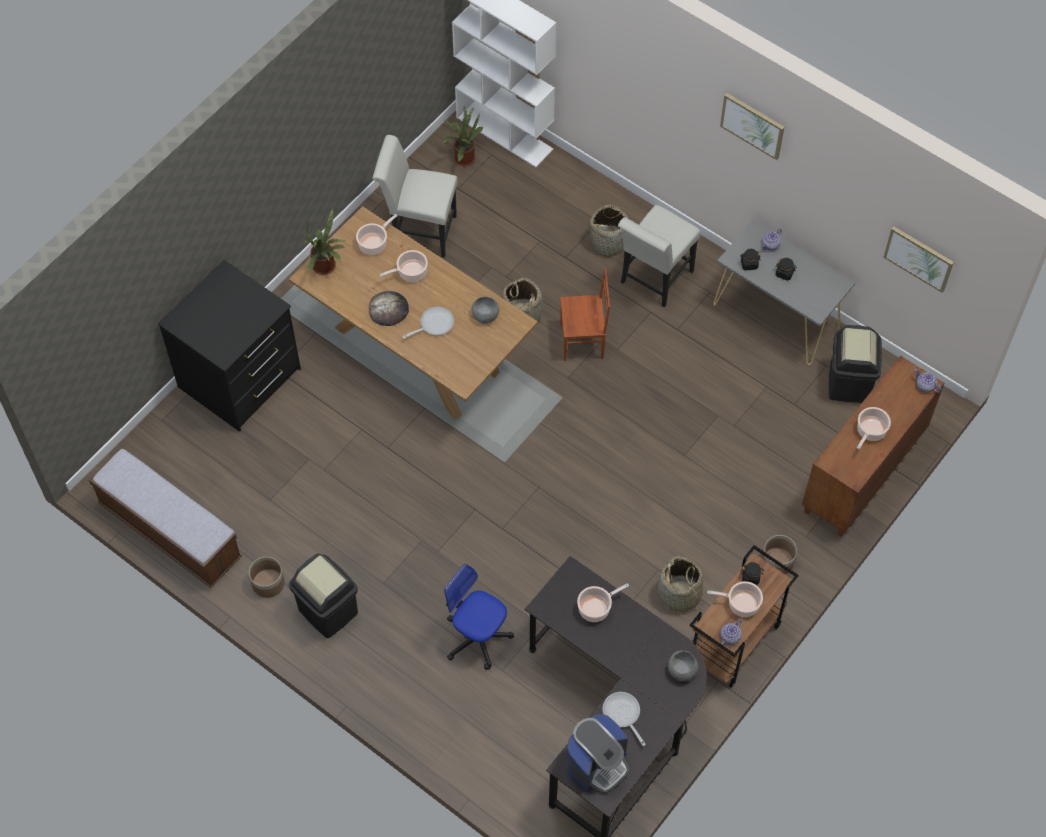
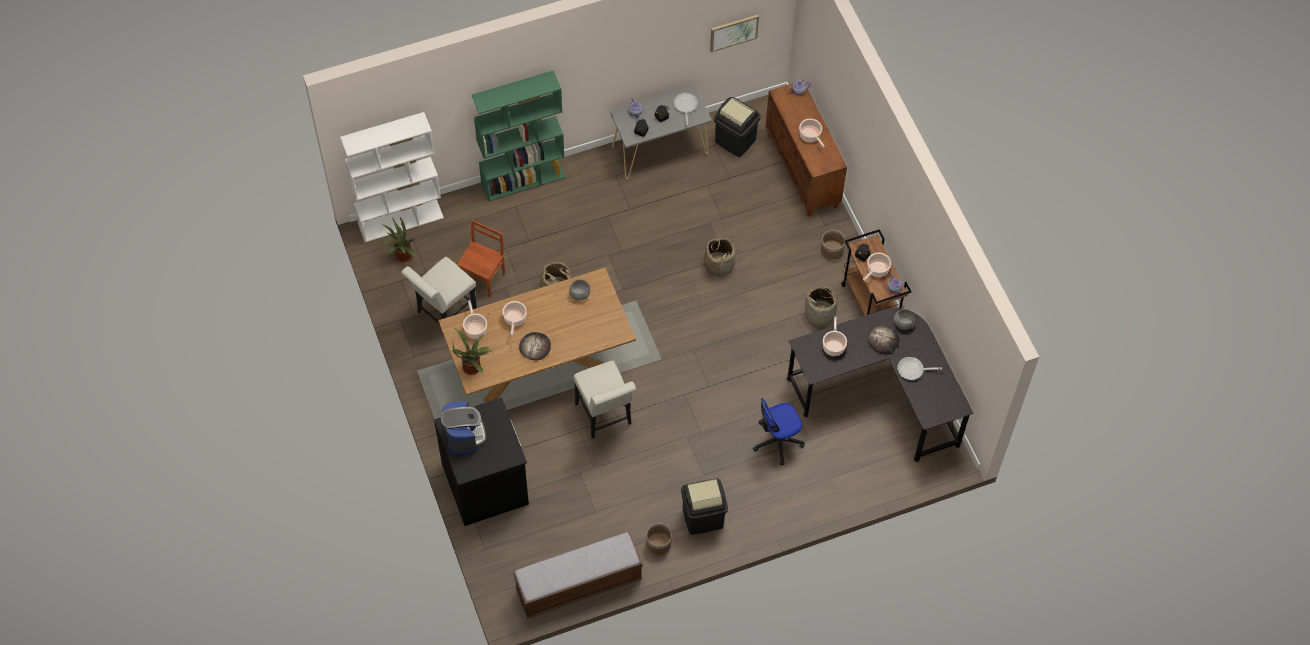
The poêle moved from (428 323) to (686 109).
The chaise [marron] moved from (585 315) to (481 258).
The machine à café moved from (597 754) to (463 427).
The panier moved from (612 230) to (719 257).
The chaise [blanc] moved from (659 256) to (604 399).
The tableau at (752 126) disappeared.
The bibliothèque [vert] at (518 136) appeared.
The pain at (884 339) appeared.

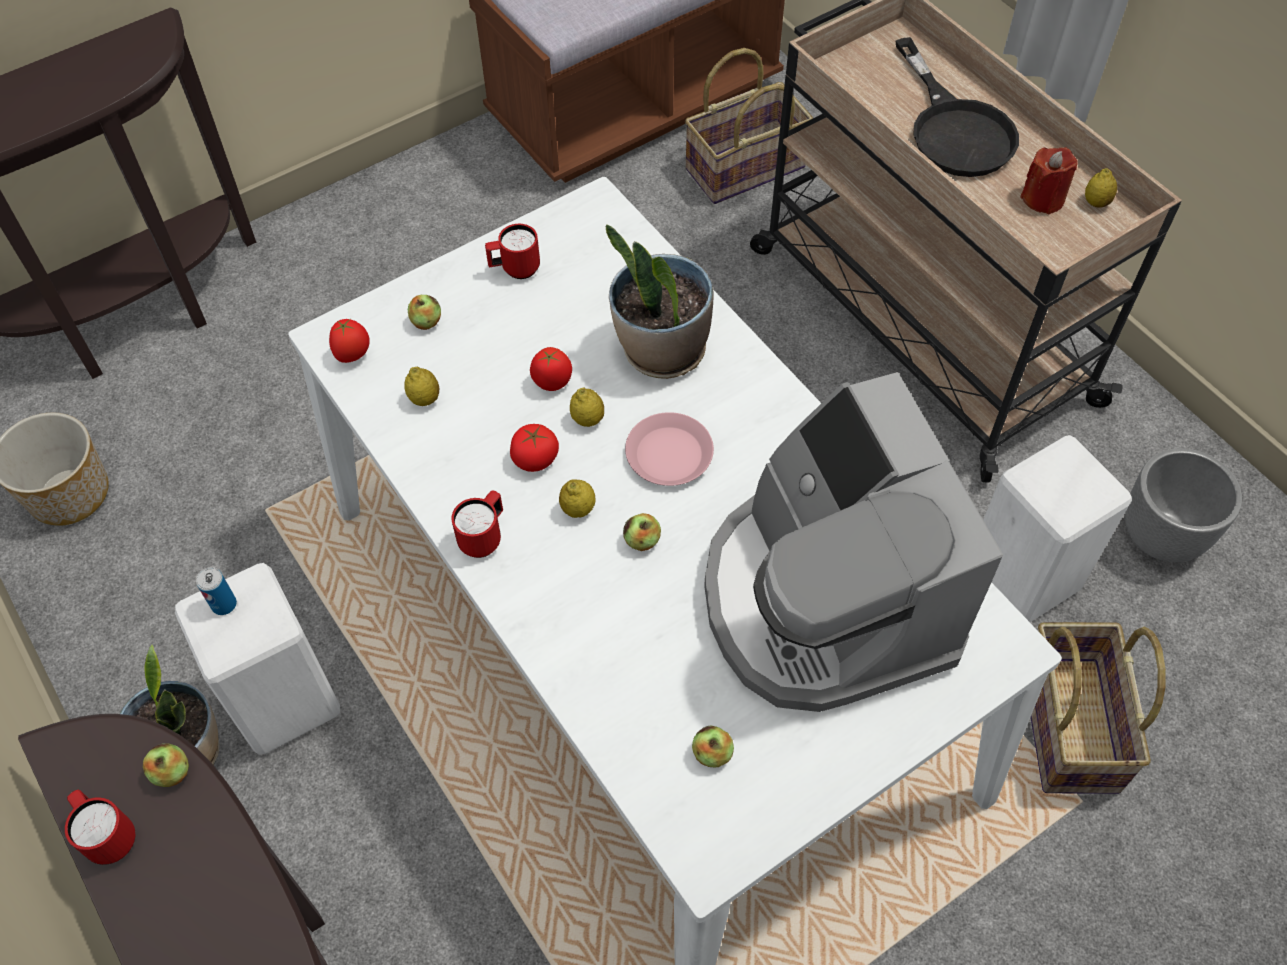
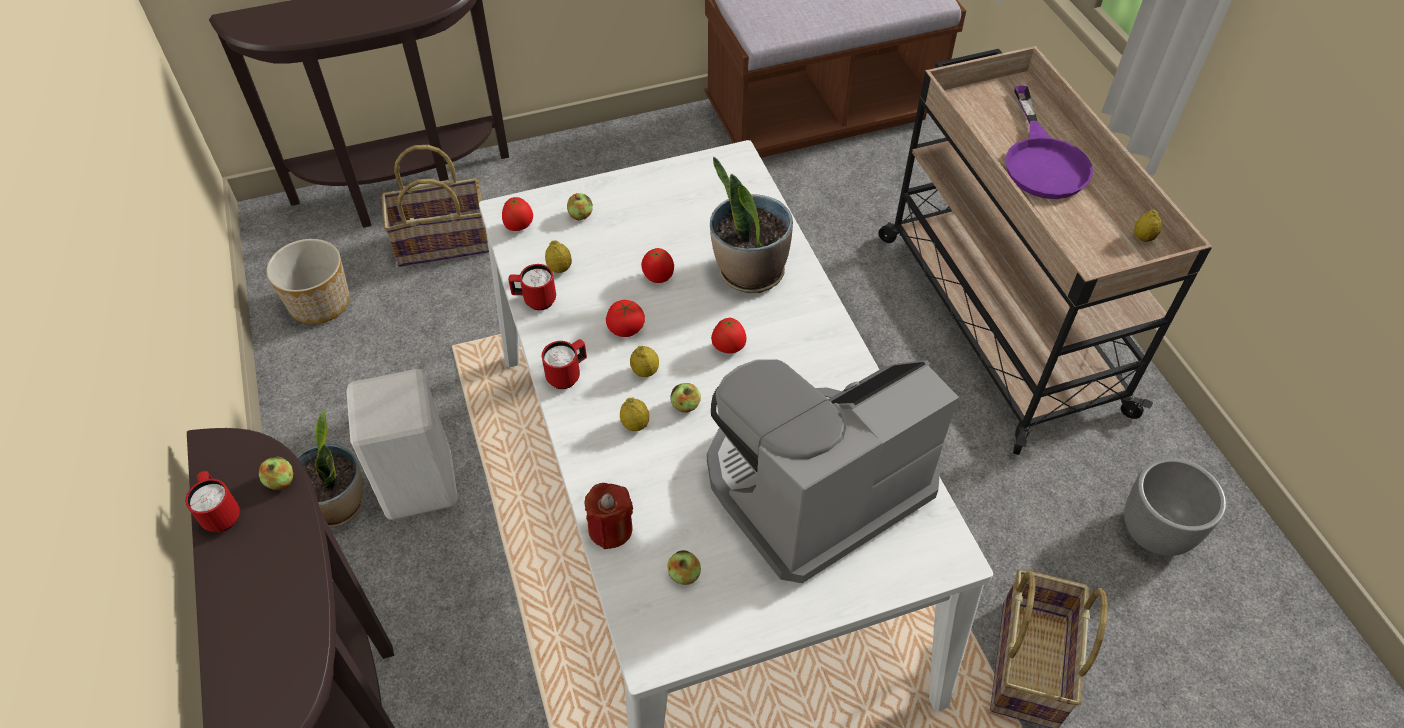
The boîte métallique at (216 591) disappeared.
The mug [rouge] moved from (512 251) to (532 287).
The citron moved from (587 407) to (634 414).
The assiette [rose] at (669 449) was replaced by the tomate at (728 336).
The panier moved from (749 126) to (435 206).
The machine à café at (853 542) turned 60 degrees clockwise.
The poêle [noir] at (957 107) became the poêle [violet] at (1049 142).
The tabouret [blanc] at (1057 528) disappeared.
The bougie [rouge] moved from (1049 180) to (608 516).

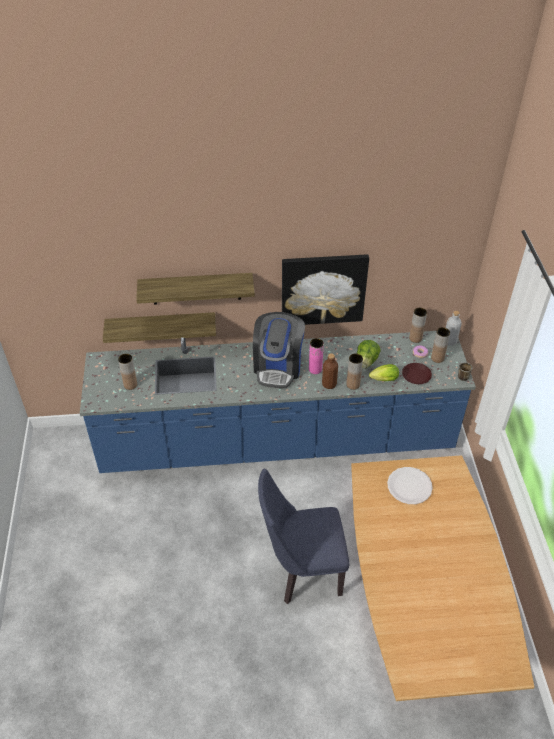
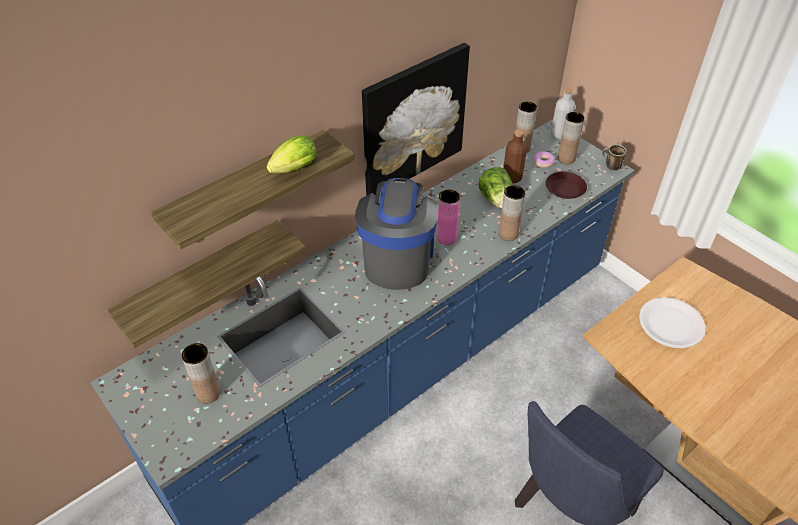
The machine à café at (279 350) turned 150 degrees counterclockwise.
The bouteille [marron] moved from (330 371) to (515 156).
The laitue moved from (384 372) to (291 154).

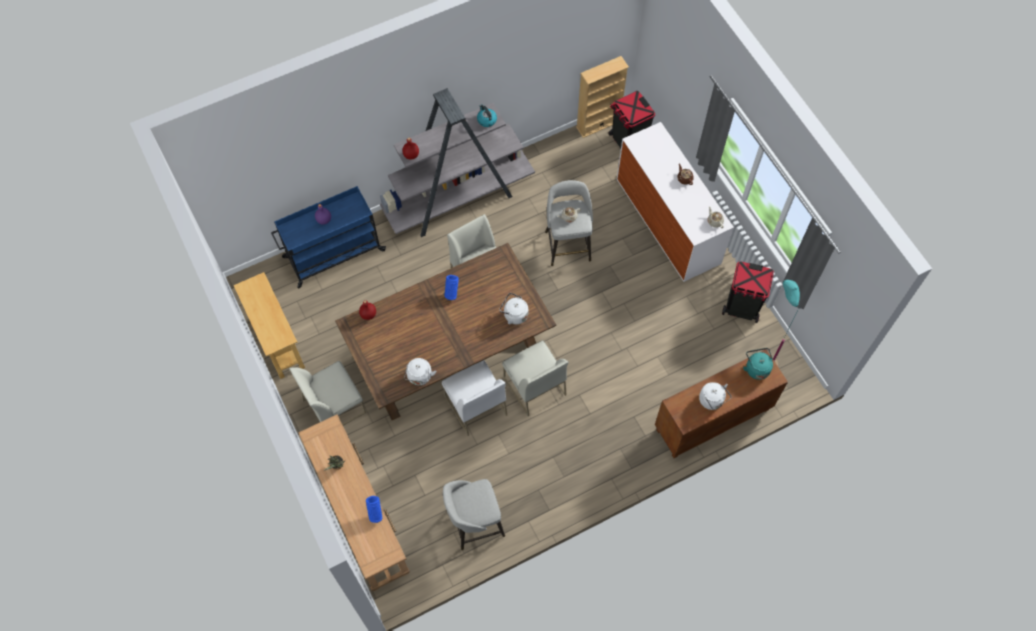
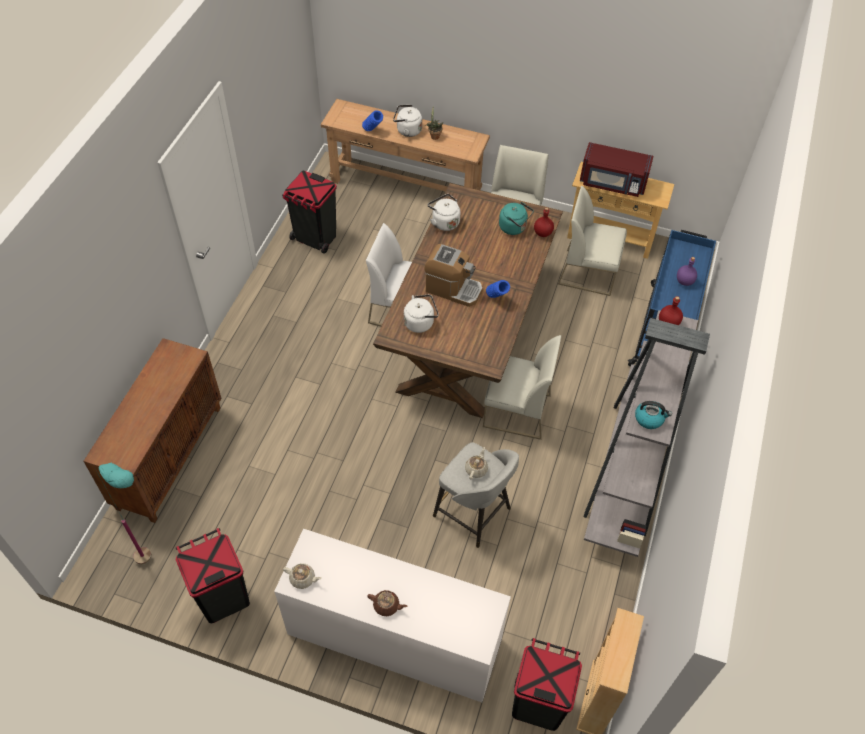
The tabouret [gris] at (474 514) was replaced by the poubelle [noir] at (309 212).
The chaise [blanc] moved from (535 378) to (592 241).
The bouilloire [blanc] moved from (715 396) to (407 121).
The bouilloire [turquoise] moved from (758 364) to (516 218).
The machine à café at (453 275) appeared.
The micro-ondes [rouge] at (617 169) appeared.

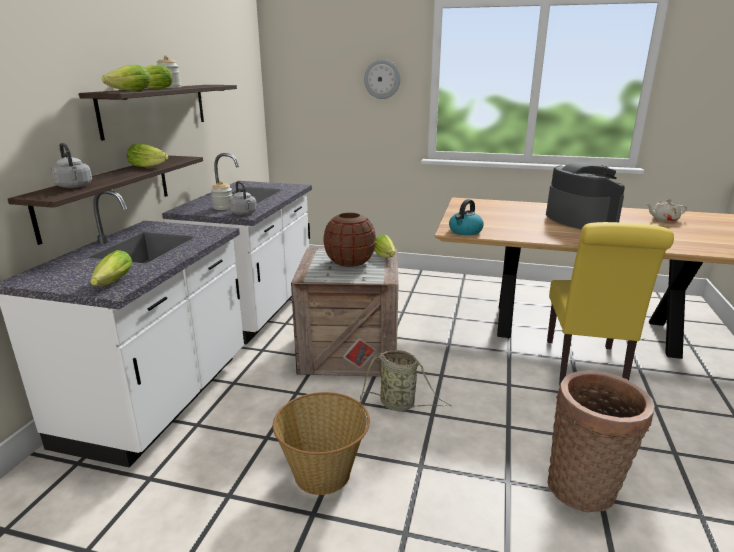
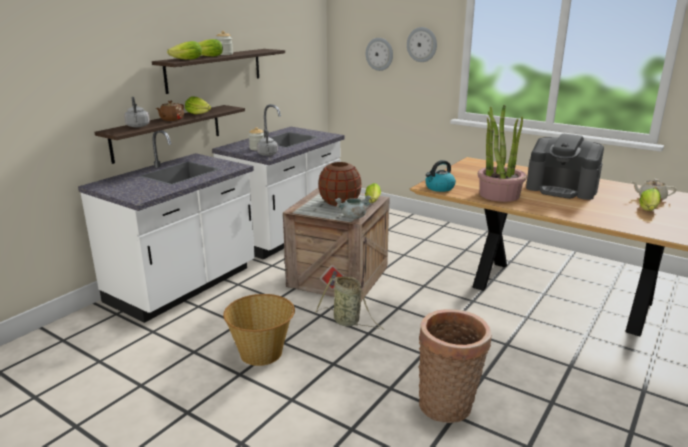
The laitue moved from (111 268) to (650 199).
The machine à café at (585 195) turned 120 degrees clockwise.
The chaise [jaune] at (610 303) disappeared.
The théière [marron] at (170 111) appeared.
The marmite [gris] at (353 207) appeared.
The horloge murale at (379 54) appeared.
The plante en pot at (502 153) appeared.

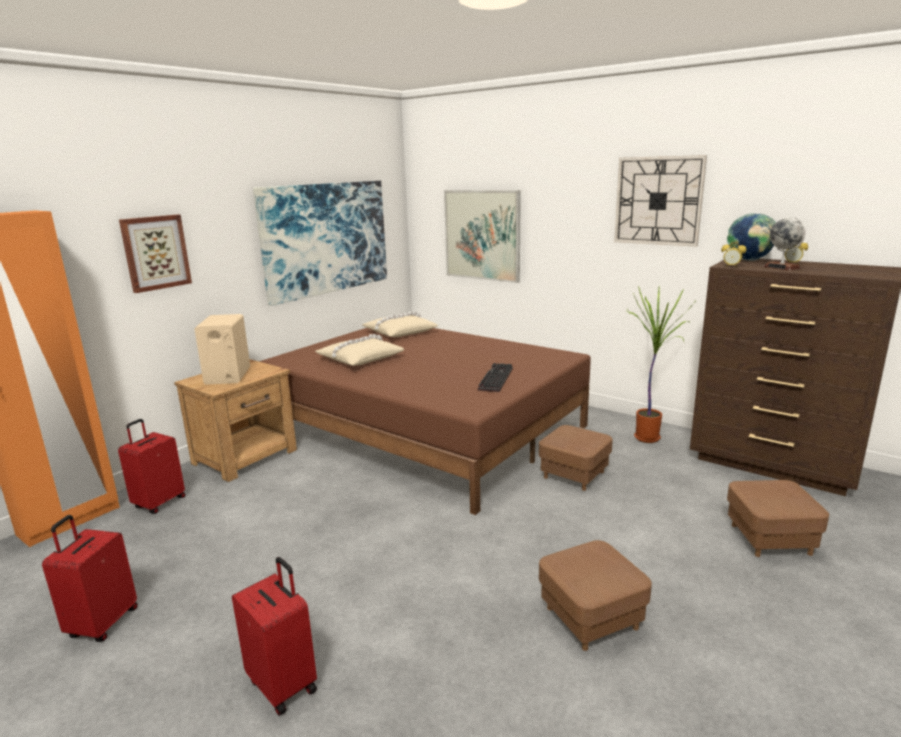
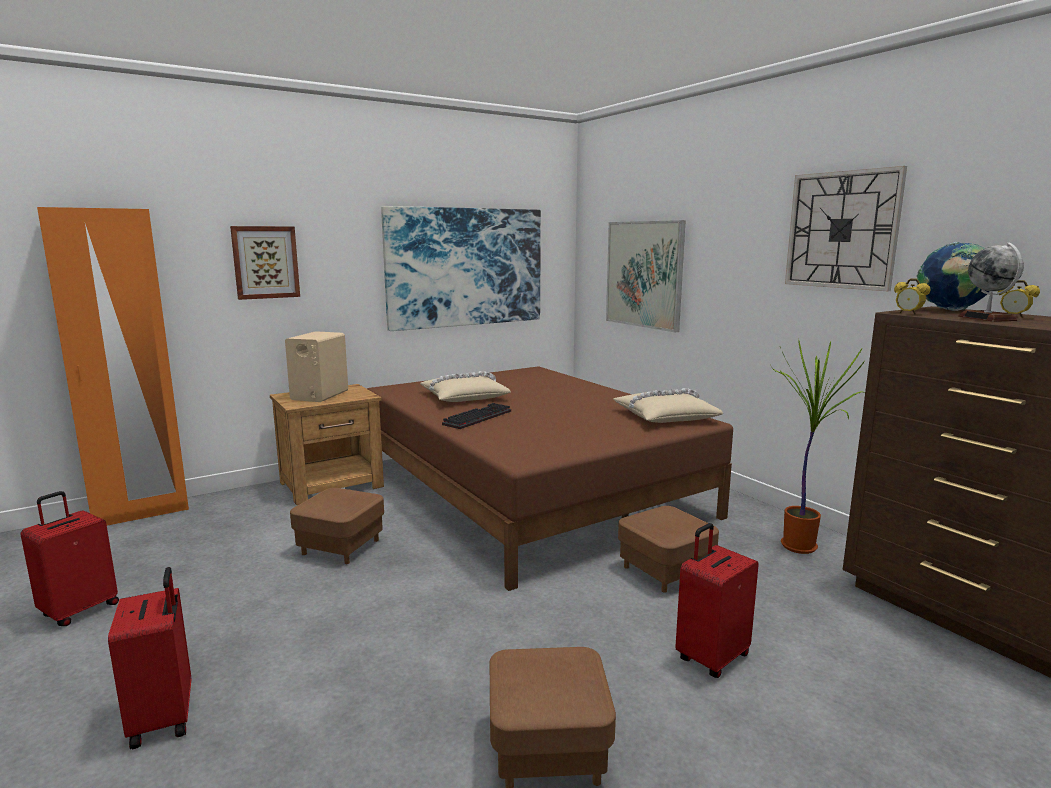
The valise [rouge] moved from (152 466) to (717 600).
The coussin [beige] moved from (400 324) to (668 405).
The clavier moved from (495 377) to (476 416).
The pouf [marron] moved from (778 518) to (337 526).

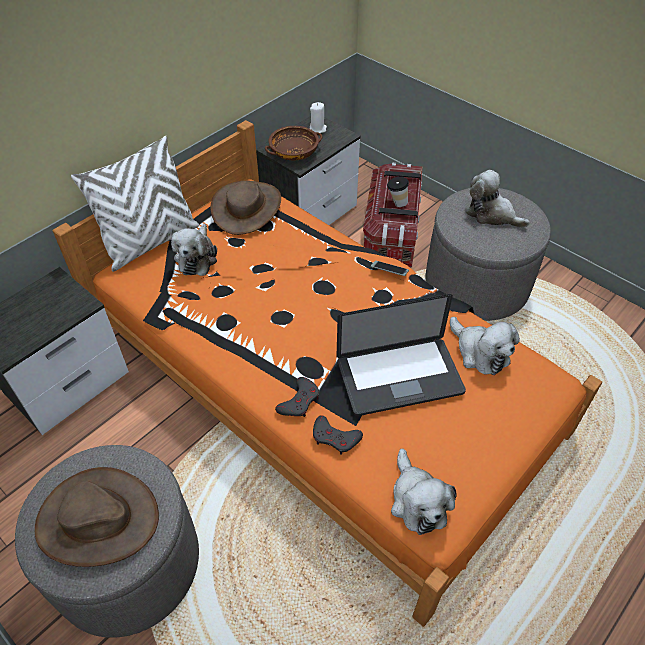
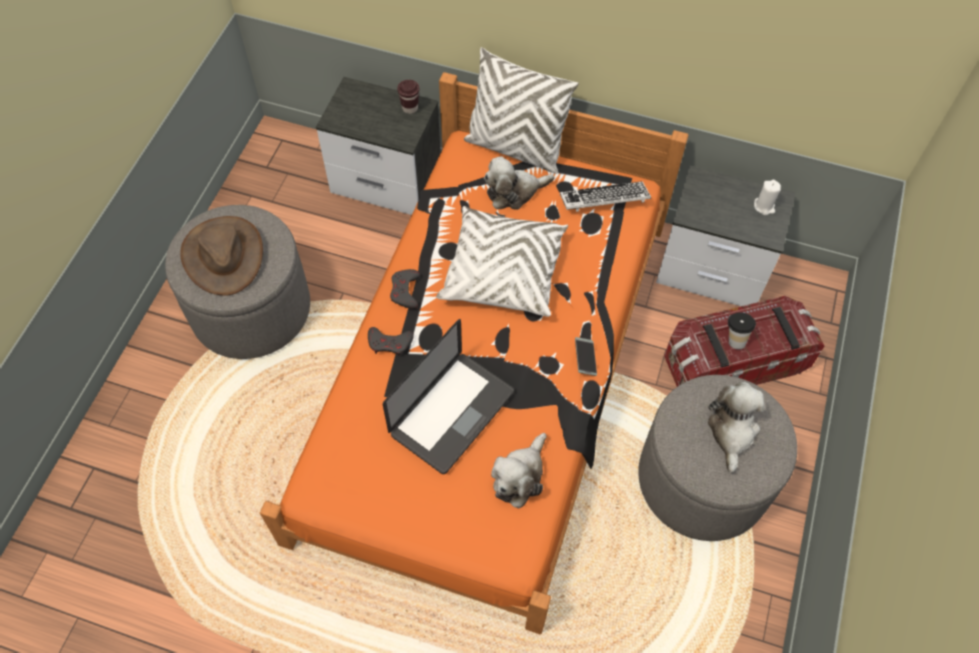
The chapeau [marron] at (245 208) was replaced by the clavier at (605 196).
The bol [marron] at (293 143) disappeared.
The manette [gris] moved from (338 435) to (405 289).
The ordinateur portable at (401 355) turned 105 degrees counterclockwise.
The peluche at (423 492) disappeared.
The tasse [marron] at (408 97) appeared.
The coussin [blanc] at (502 261) appeared.

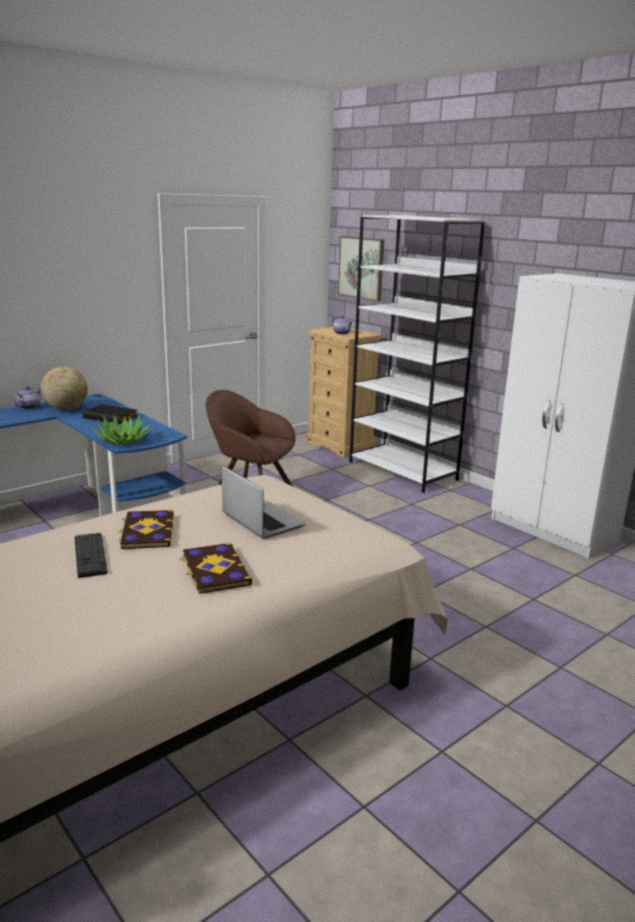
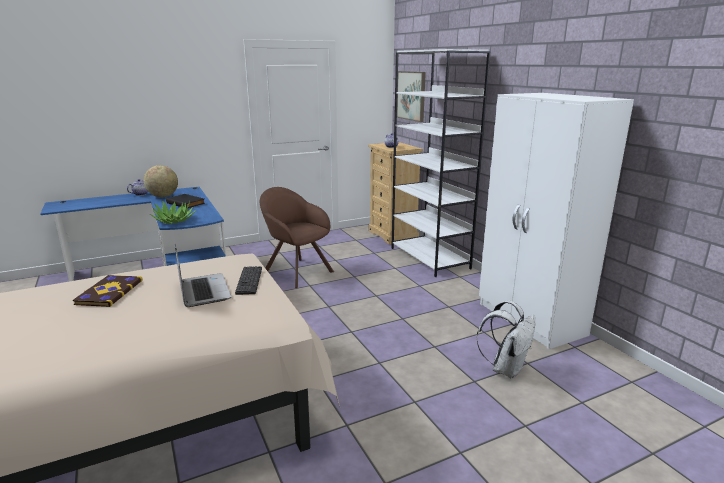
The clavier moved from (91 555) to (248 280).
The livre at (216 568) disappeared.
The sac à dos [blanc] at (505 339) appeared.

